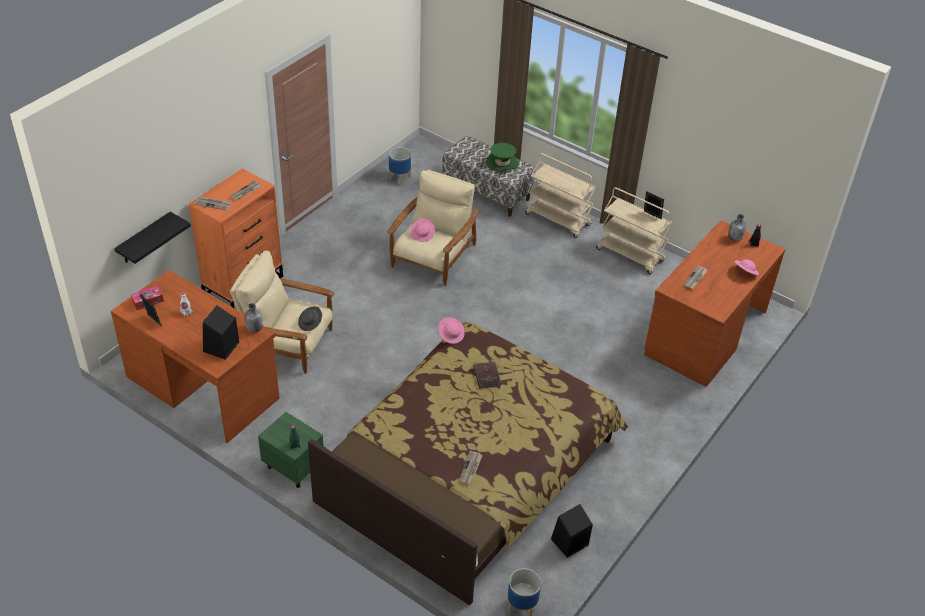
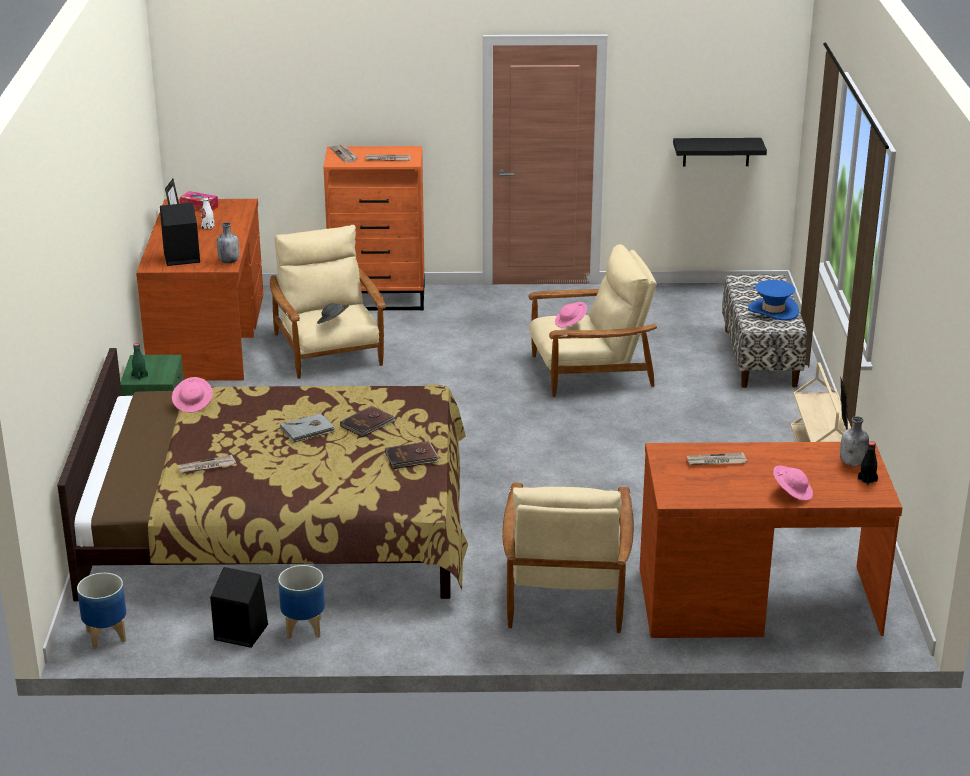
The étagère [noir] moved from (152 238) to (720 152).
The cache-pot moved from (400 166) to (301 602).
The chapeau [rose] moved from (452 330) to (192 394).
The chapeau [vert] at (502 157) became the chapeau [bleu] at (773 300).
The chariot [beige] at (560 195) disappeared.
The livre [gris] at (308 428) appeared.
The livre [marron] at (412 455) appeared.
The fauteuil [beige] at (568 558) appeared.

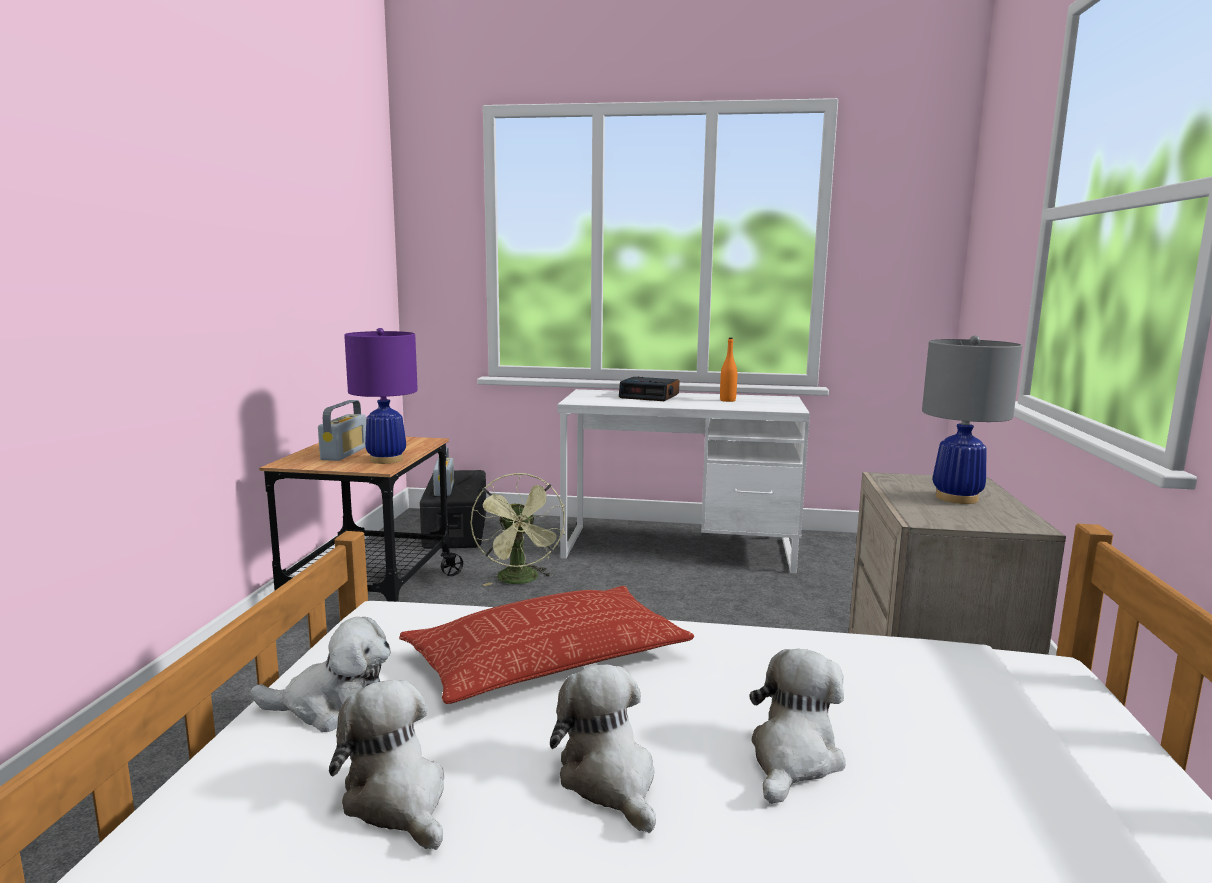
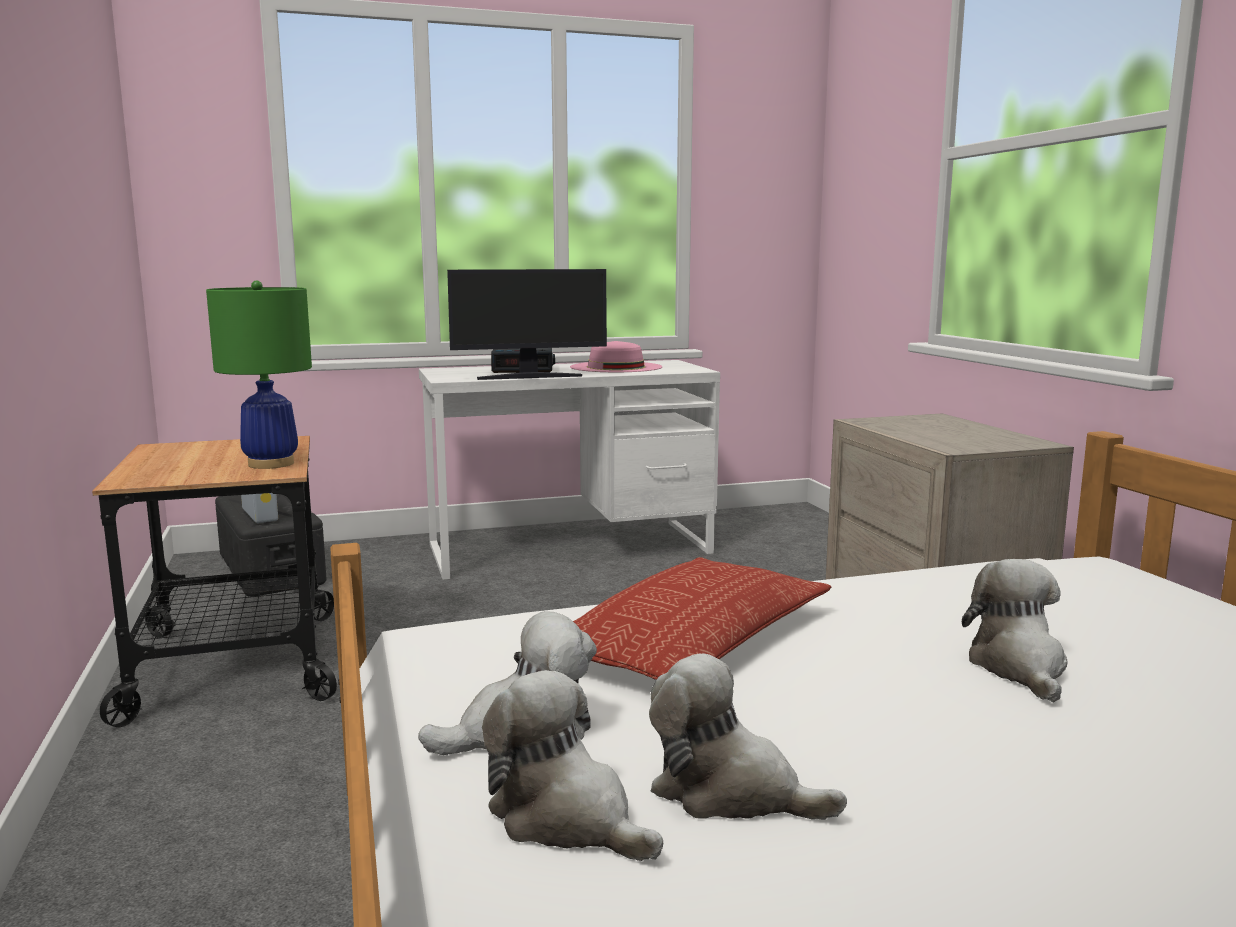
The radio at (342 430) disappeared.
The lampe de table [violet] at (381 396) became the lampe de table [vert] at (259 374).
The ventilateur [vert] at (517 529) disappeared.
The peluche moved from (603 749) to (572 765).
The bouteille [orange] at (728 370) was replaced by the chapeau [rose] at (616 356).
The lampe de table [gris] at (972 419) disappeared.
The écran d'ordinateur at (527 324) appeared.

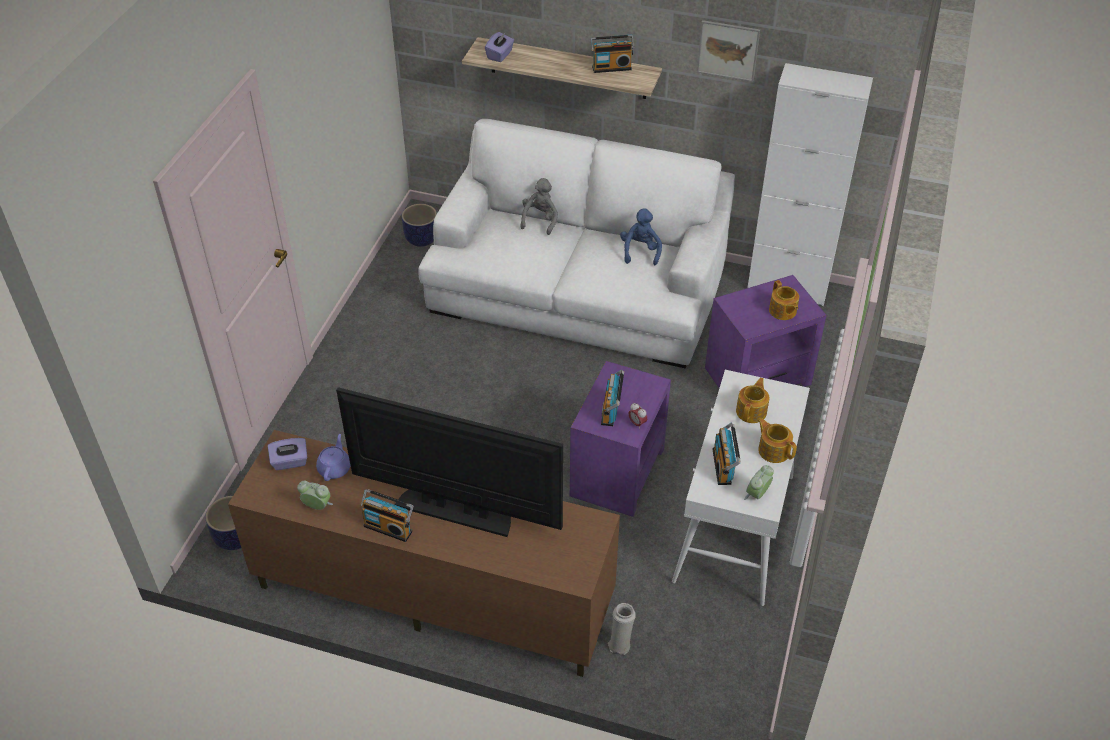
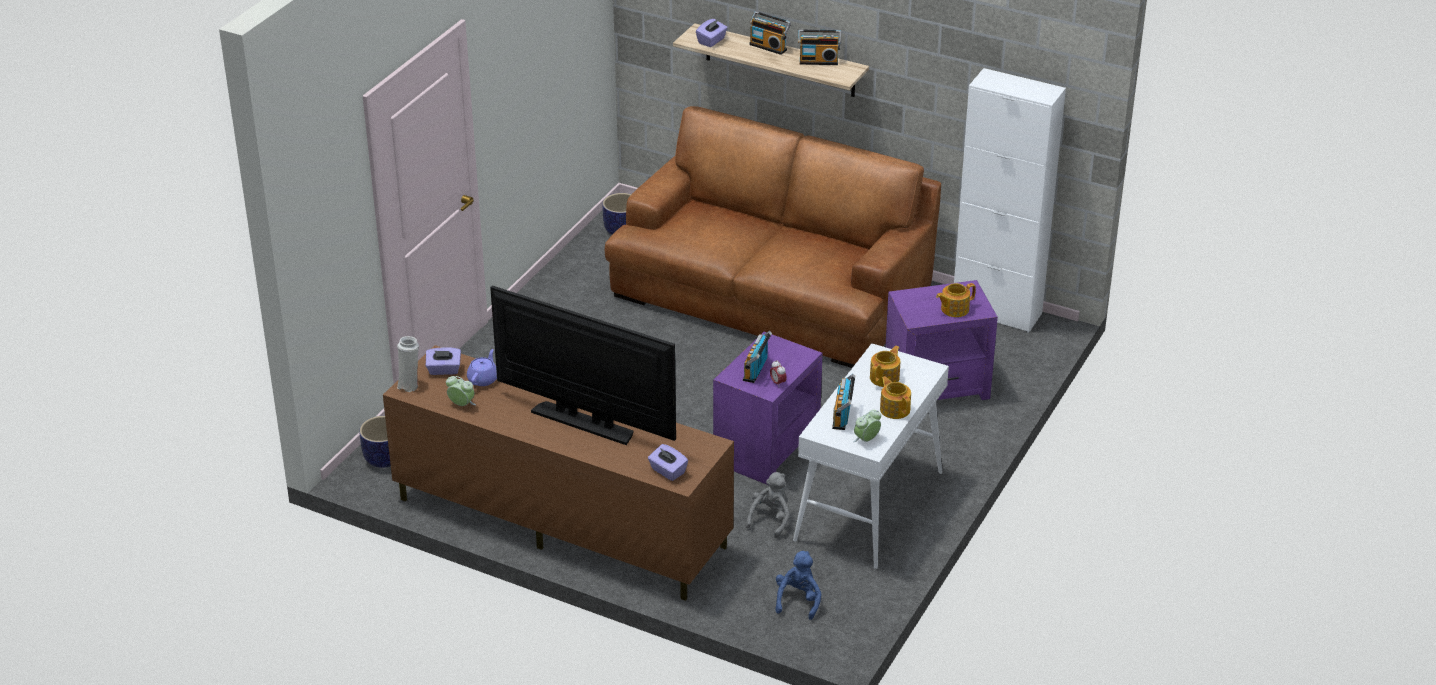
The radio moved from (387 515) to (770 33).
The canapé [blanc] at (576 244) became the canapé [marron] at (773 237).
The peluche [gris] moved from (539 206) to (767 505).
The vase [blanc] moved from (622 629) to (408 364).
The peluche [bleu] moved from (641 236) to (798 585).
The tableau at (728 51) disappeared.
The théière at (784 300) turned 75 degrees clockwise.
The boîte à mouchoirs [violet] at (668 462) appeared.

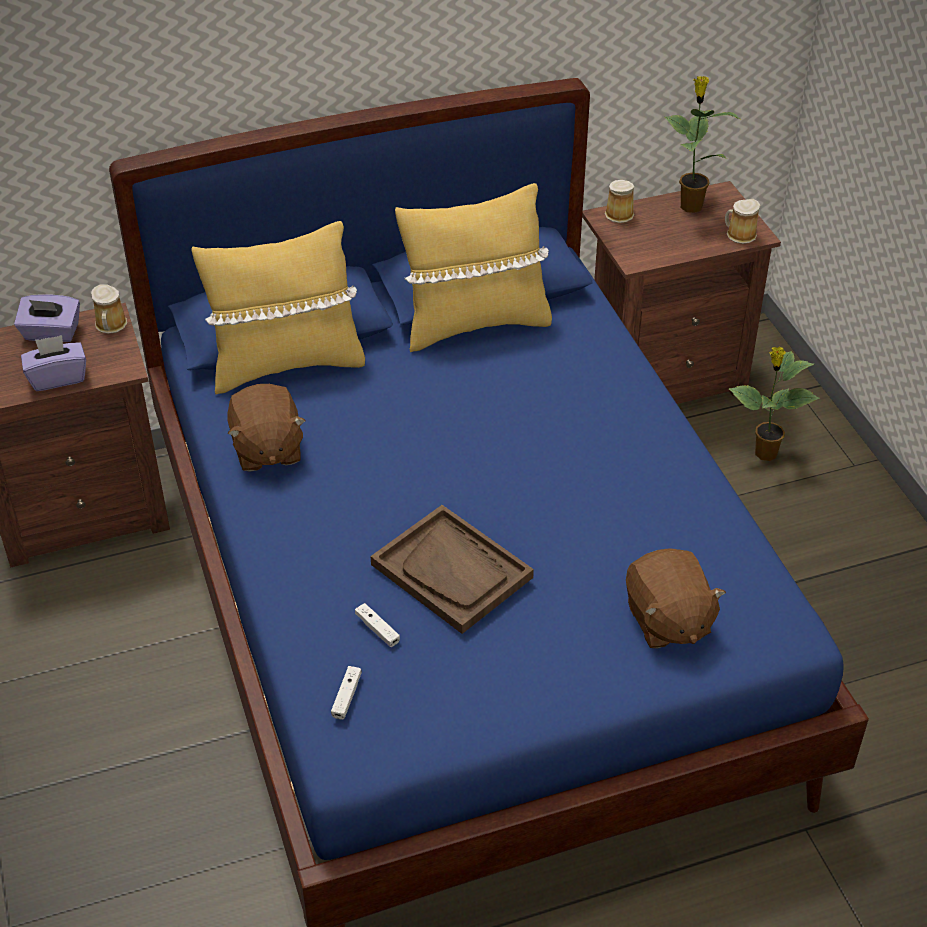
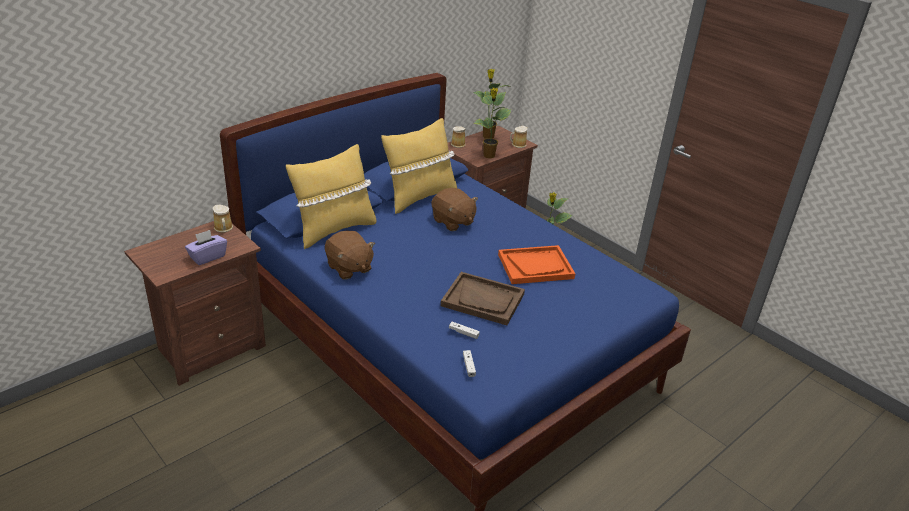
The boîte à mouchoirs [violet] at (47 318) disappeared.
The peluche [marron] moved from (676 598) to (455 209).
The plante en pot at (492 123) appeared.
The plateau [orange] at (536 264) appeared.

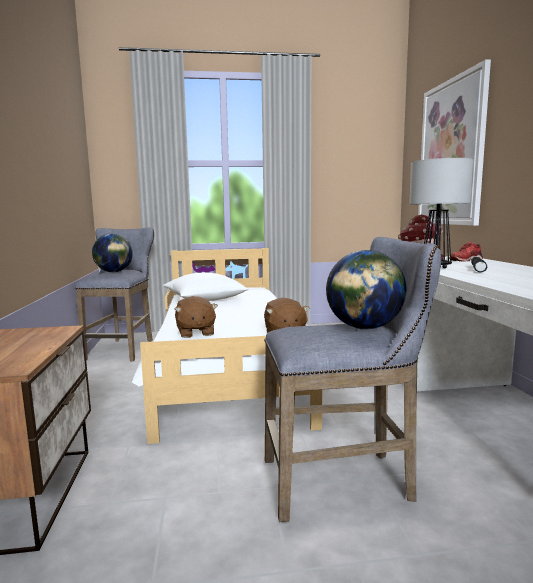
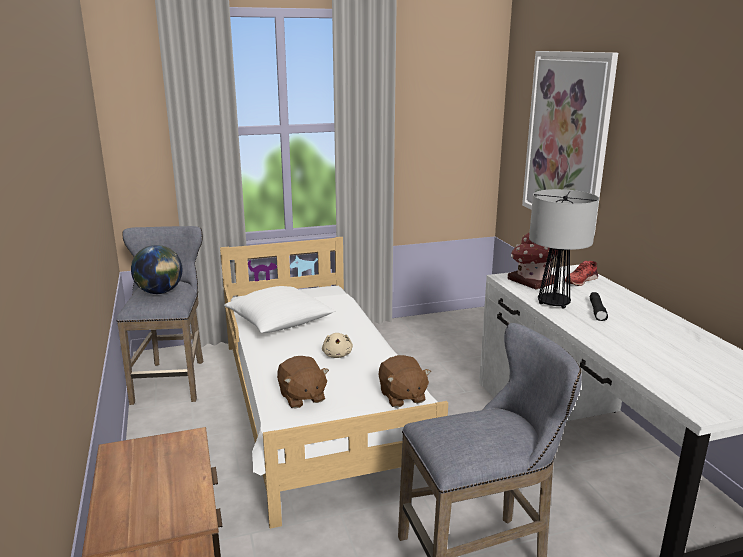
The globe at (366 290) disappeared.
The peluche [beige] at (337 345) appeared.

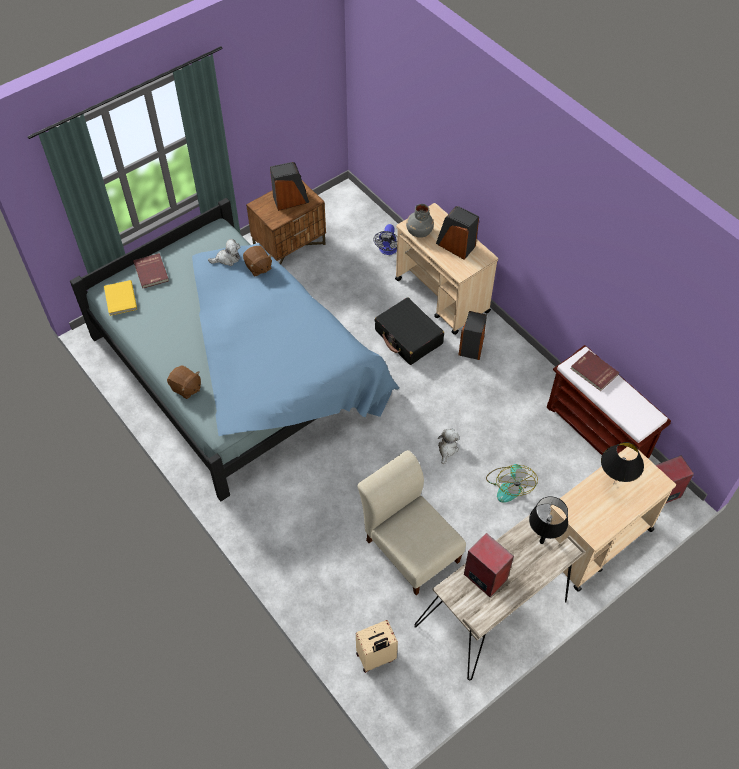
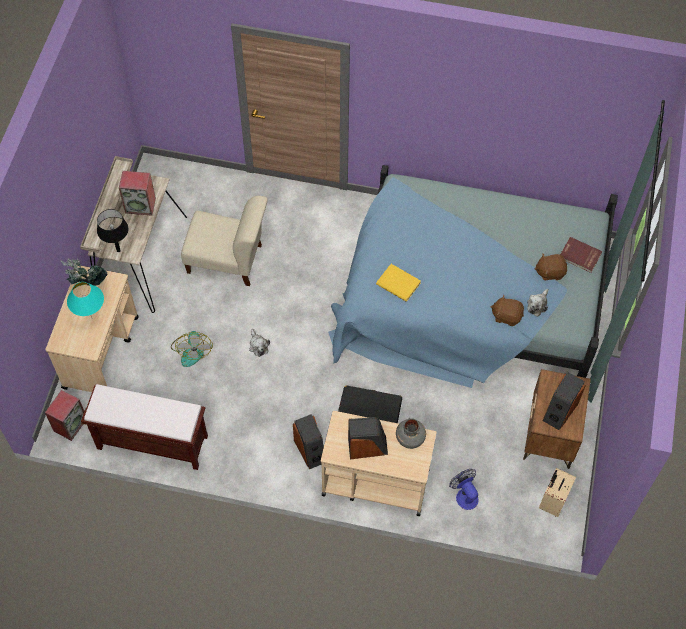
The livre [jaune] moved from (120 298) to (398 283).
The peluche [marron] moved from (184 382) to (551 266).
The valise [beige] moved from (377 646) to (557 492).
The ventilateur at (512 483) turned 150 degrees counterclockwise.
The livre [rouge] at (595 371) disappeared.
The lampe de table [noir] at (622 463) became the lampe de table [turquoise] at (85 300).
The plante en pot at (84 272) appeared.

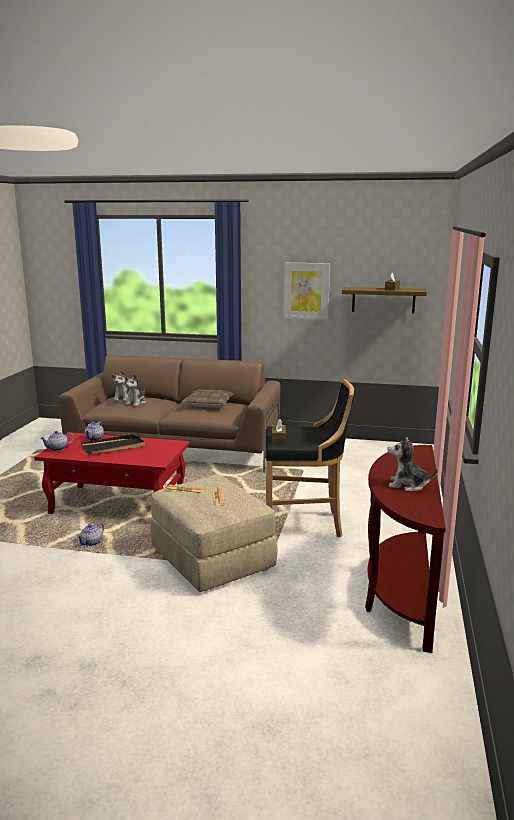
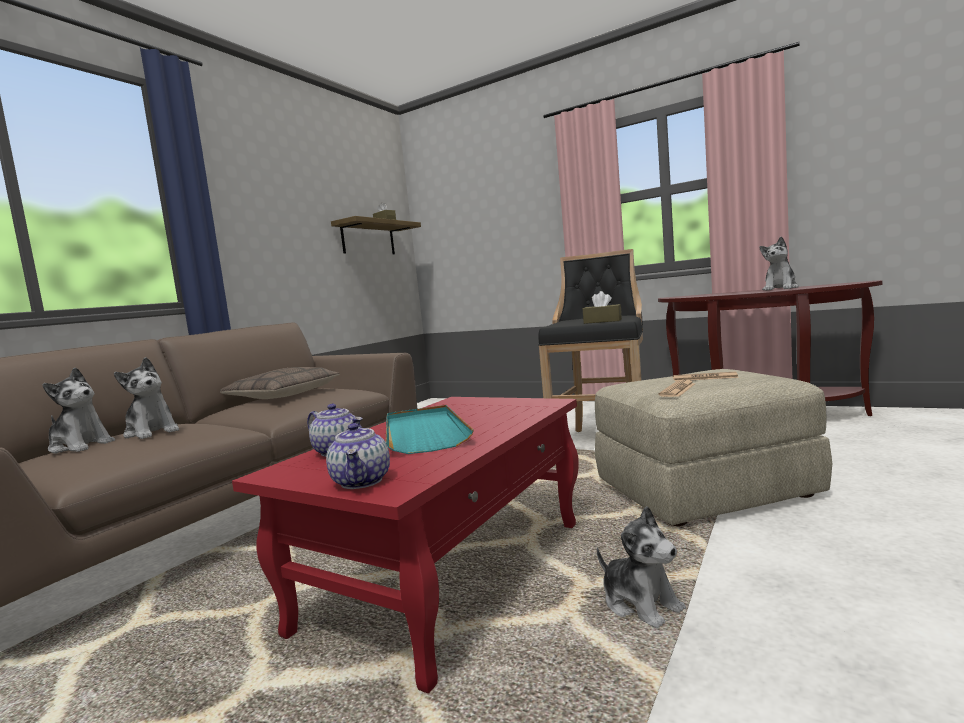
The théière at (90 534) was replaced by the peluche at (641 567).
The plateau [noir] at (113 444) became the plateau [turquoise] at (429 429).
The tableau at (307 291) disappeared.

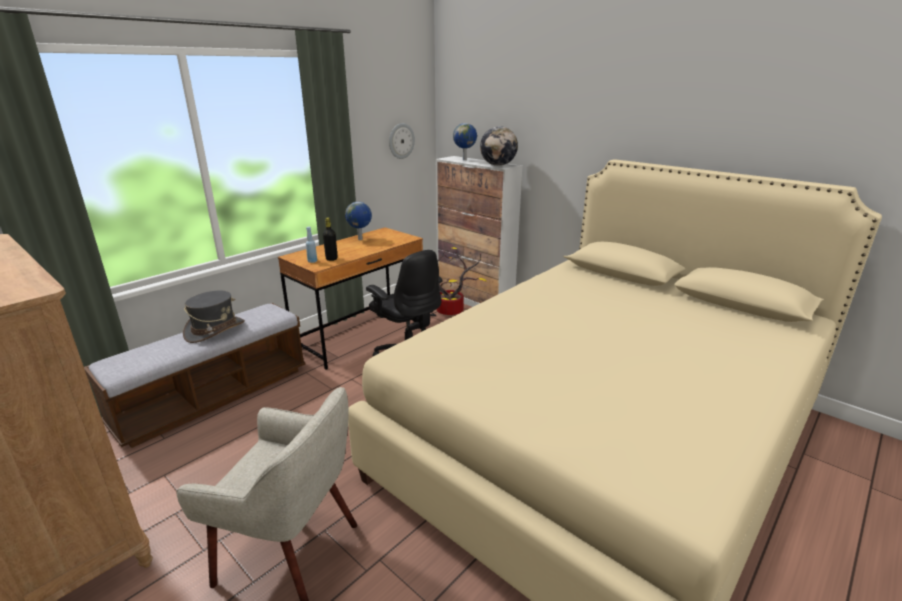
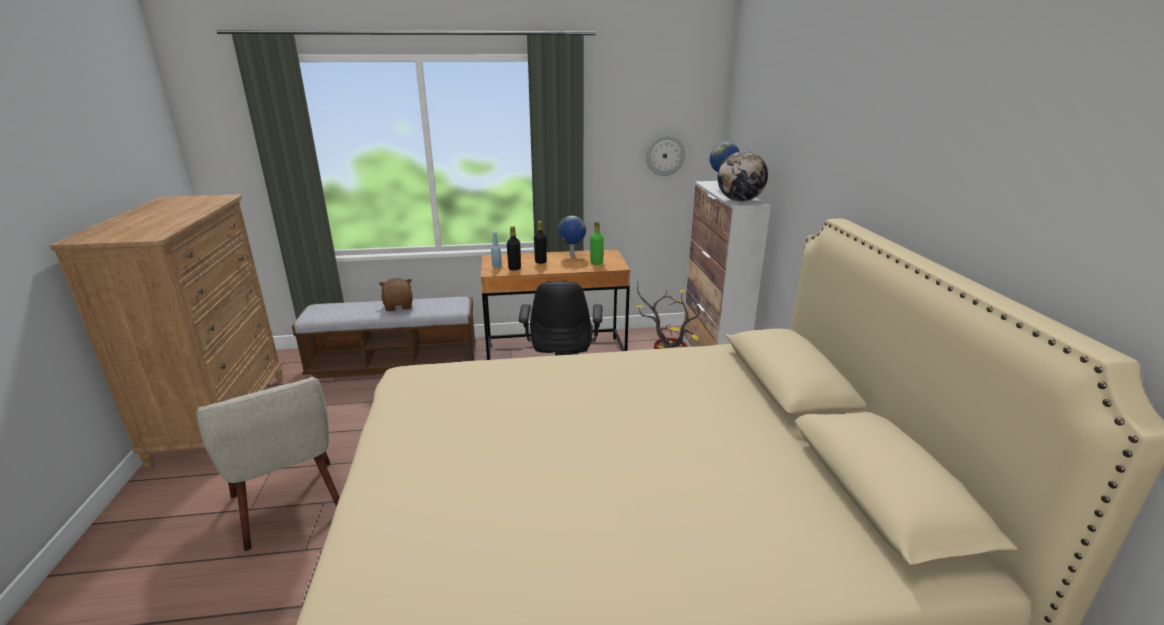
The chapeau [gris] at (214 317) was replaced by the peluche [marron] at (396 294).
The bouteille [noir] at (540 242) appeared.
The bouteille [vert] at (597 243) appeared.

